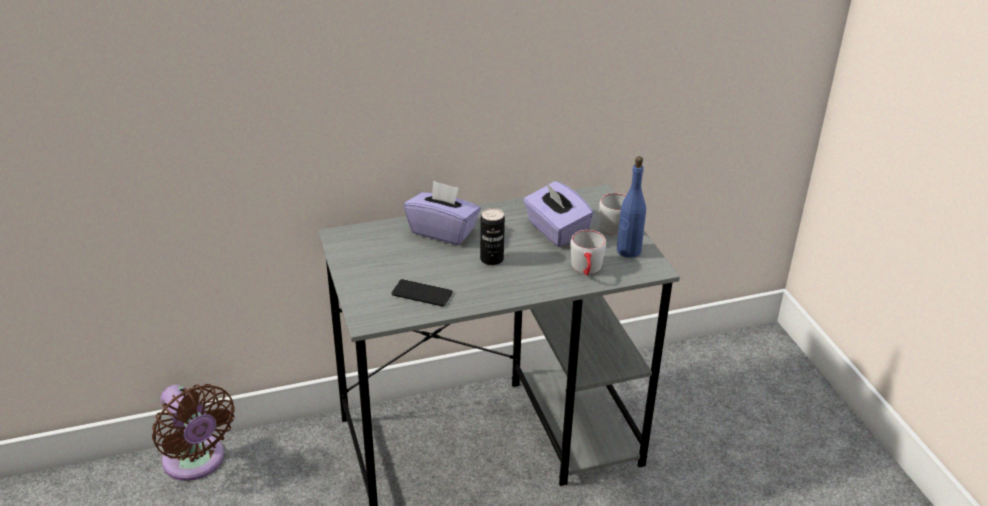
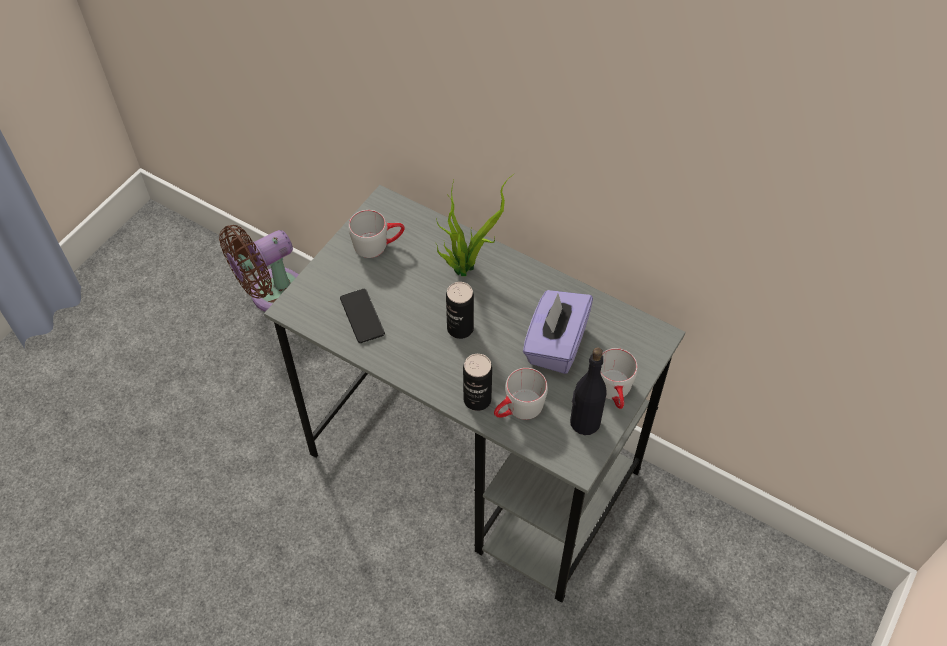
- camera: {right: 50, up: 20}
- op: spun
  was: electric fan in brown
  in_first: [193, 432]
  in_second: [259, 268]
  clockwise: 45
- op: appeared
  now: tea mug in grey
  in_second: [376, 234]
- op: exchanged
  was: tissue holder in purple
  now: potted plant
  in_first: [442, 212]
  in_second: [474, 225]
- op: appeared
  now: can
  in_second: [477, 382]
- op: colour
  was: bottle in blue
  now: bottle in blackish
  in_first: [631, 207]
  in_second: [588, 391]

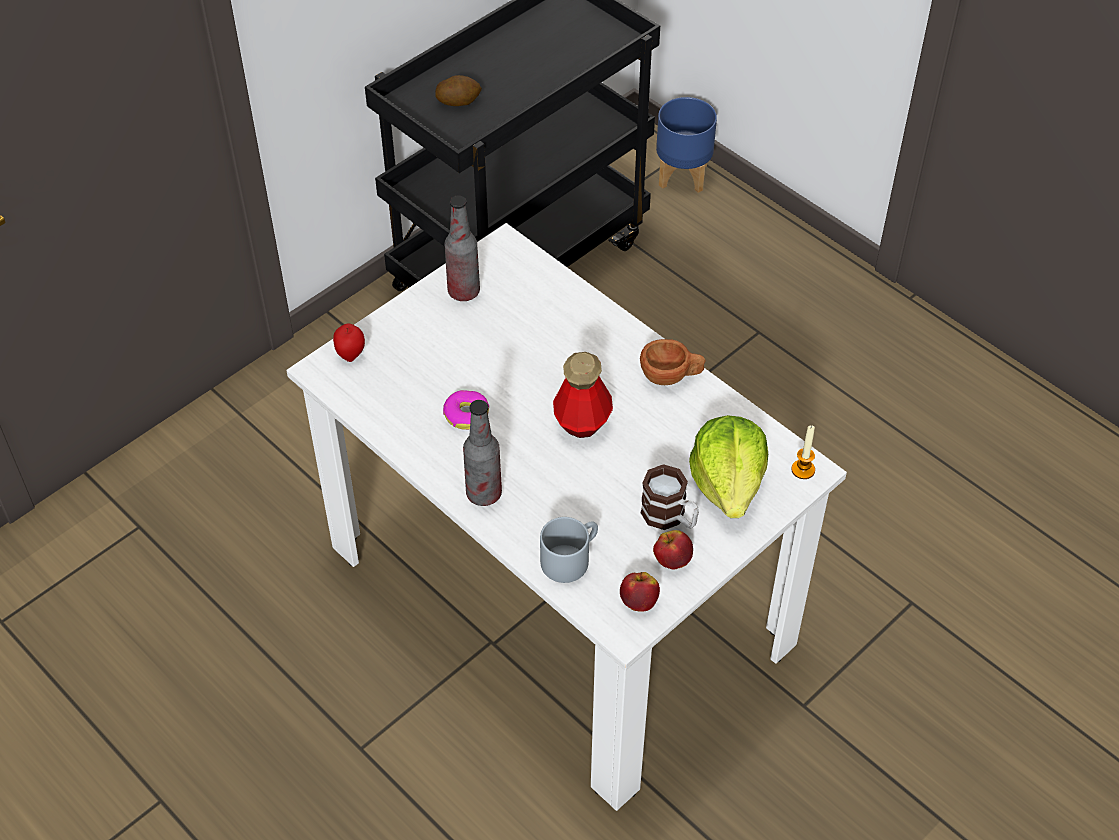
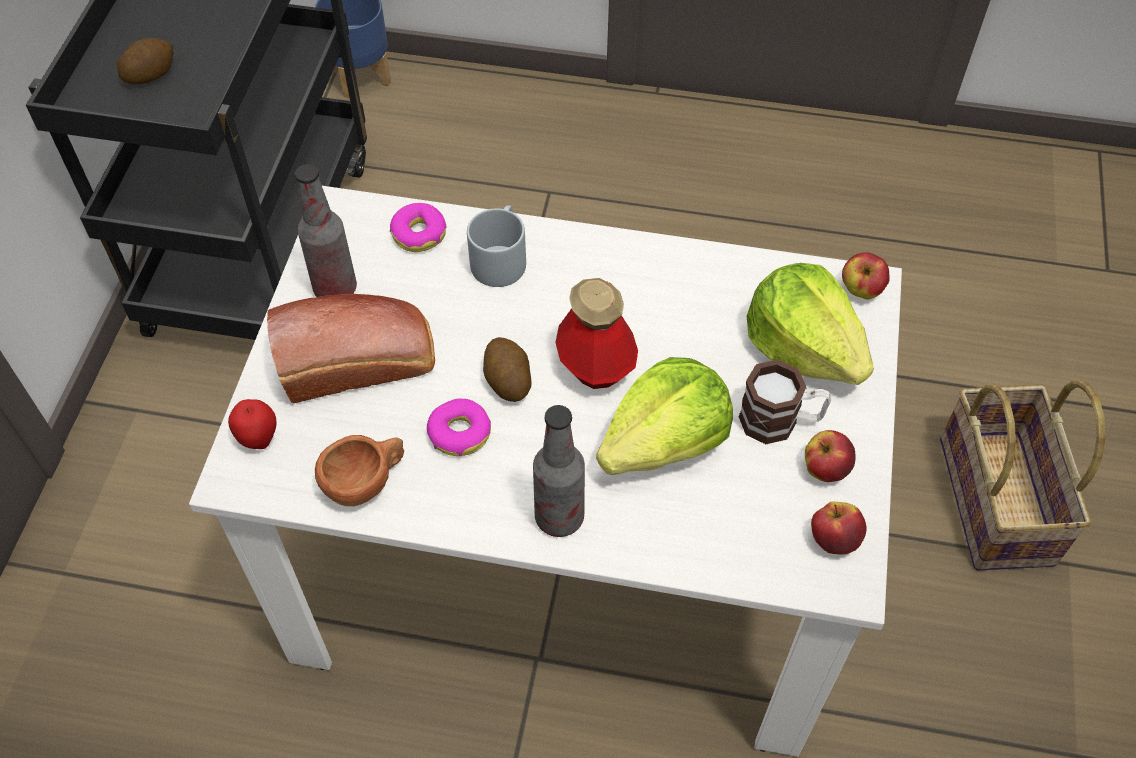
- camera: {right: -35, up: 5}
- op: appeared
  now: bakery bread
  in_second: [351, 348]
- op: relocated
  was: small cup in brown
  in_first: [673, 362]
  in_second: [359, 470]
- op: appeared
  now: ring doughnut
  in_second: [418, 227]
- op: relocated
  was: tea mug in grey
  in_first: [569, 550]
  in_second: [496, 246]
- op: appeared
  now: potato
  in_second: [507, 369]
- op: appeared
  now: lettuce
  in_second: [664, 416]
- op: exchanged
  was: wax light
  now: apple fruit
  in_first: [803, 452]
  in_second: [866, 275]
- op: appeared
  now: household basket
  in_second: [1022, 475]

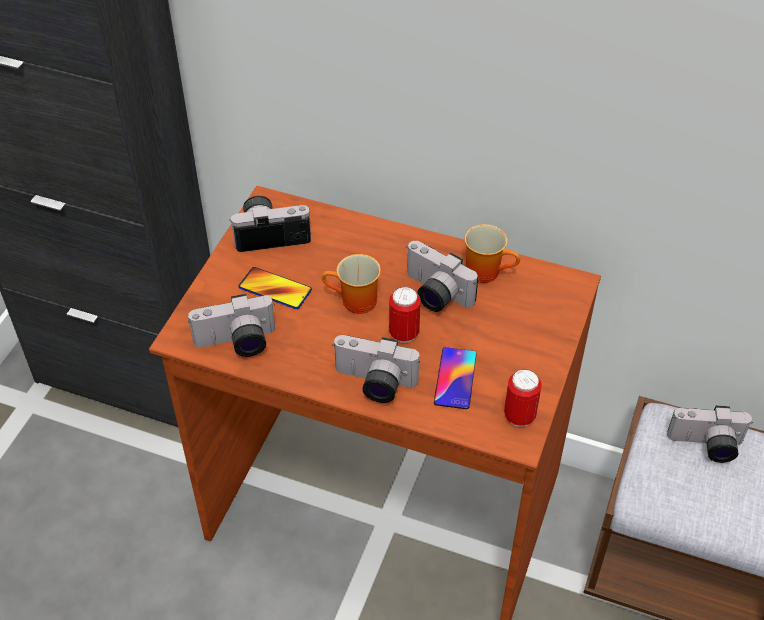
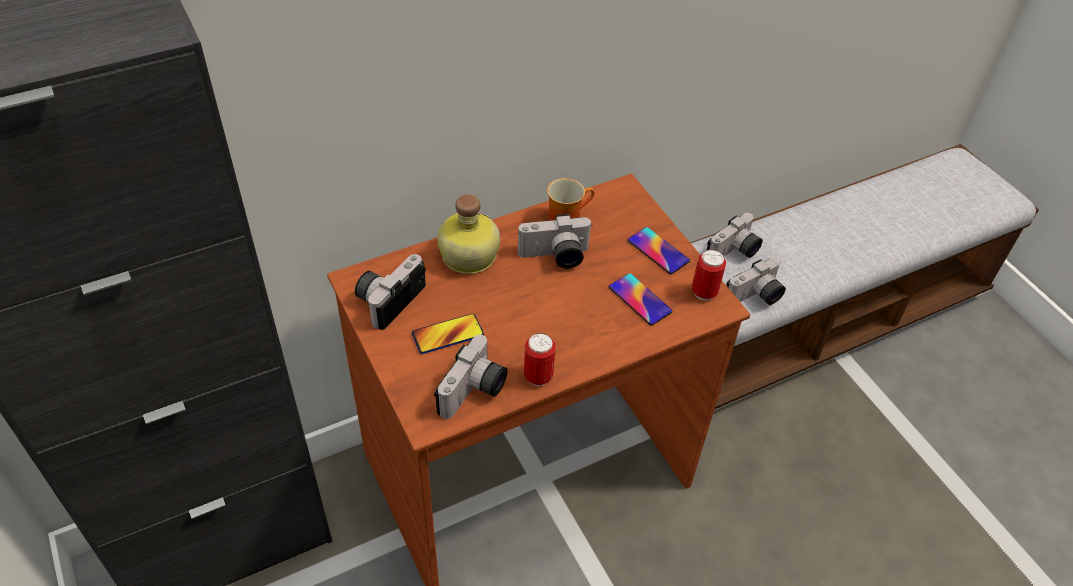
- camera: {right: -50, up: 0}
- op: appeared
  now: bottle
  in_second: [468, 234]
- op: relocated
  was: can
  in_first: [405, 315]
  in_second: [540, 359]
- op: appeared
  now: telephone
  in_second: [658, 250]
- op: relocated
  was: still camera
  in_first: [376, 369]
  in_second: [756, 281]
- op: missing
  was: tea mug
  in_first: [351, 284]

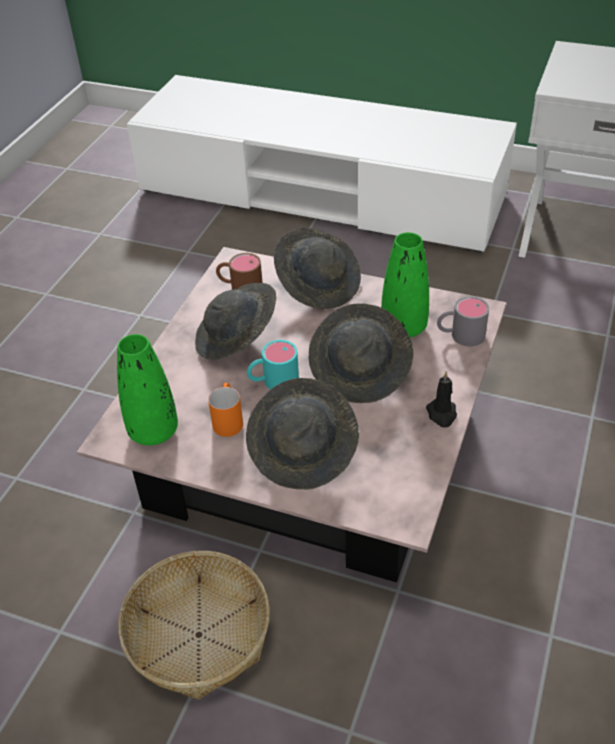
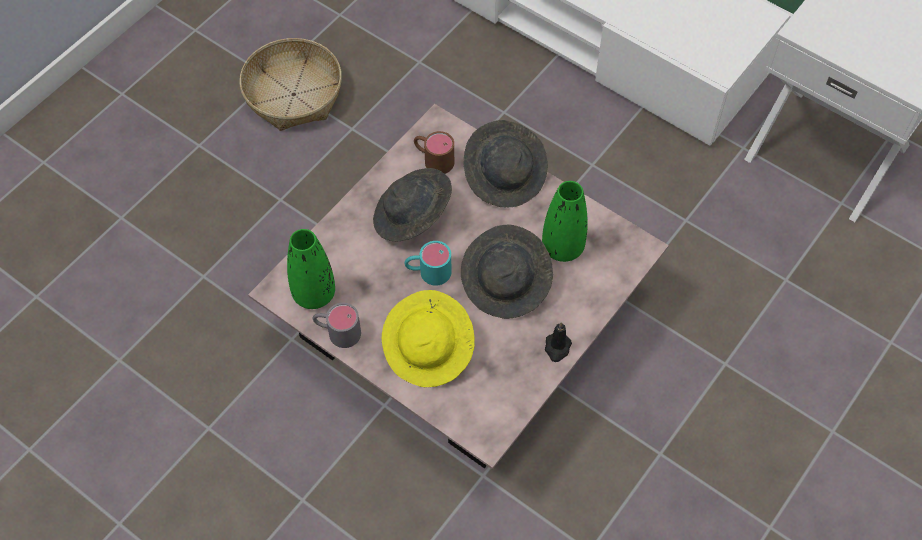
- camera: {right: 15, up: 15}
- op: relocated
  was: household basket
  in_first: [194, 625]
  in_second: [290, 84]
- op: relocated
  was: tea mug in grey
  in_first: [463, 321]
  in_second: [337, 325]
- op: colour
  was: hat in grey
  now: hat in yellowish
  in_first: [302, 433]
  in_second: [428, 338]
- op: missing
  was: tea mug in orange
  in_first: [225, 410]

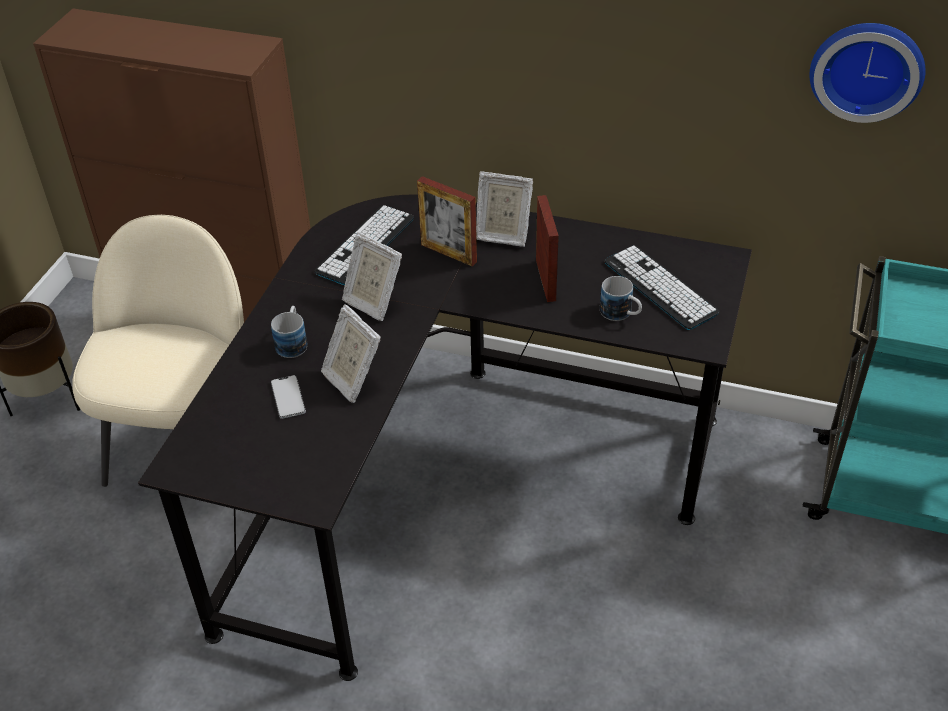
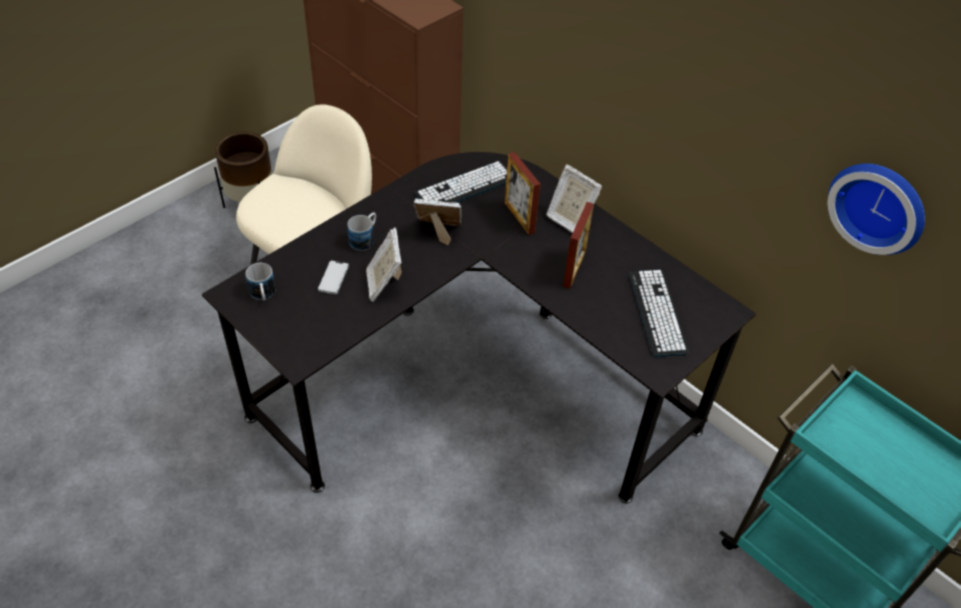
- camera: {right: 25, up: 5}
- op: relocated
  was: tea mug
  in_first: [621, 298]
  in_second: [261, 281]
- op: spun
  was: picture frame
  in_first: [372, 276]
  in_second: [437, 222]
  clockwise: 120

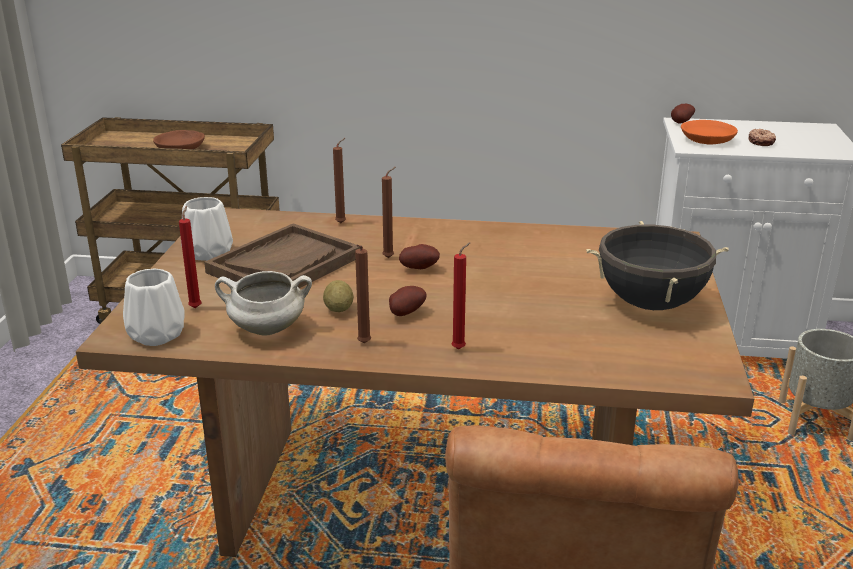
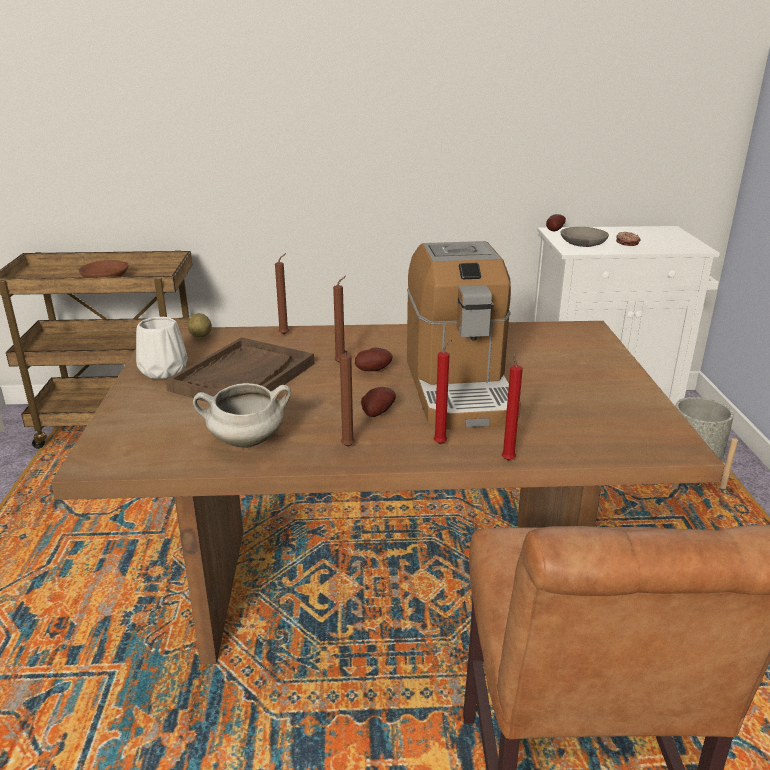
- camera: {right: -10, up: 0}
- op: relocated
  was: potato
  in_first: [338, 296]
  in_second: [199, 325]
- op: appeared
  now: coffee brewer
  in_second: [464, 335]
- op: relocated
  was: wax light in reddish
  in_first: [190, 257]
  in_second: [512, 406]
- op: colour
  was: serving bowl in orange
  now: serving bowl in grey
  in_first: [709, 132]
  in_second: [584, 237]
- op: missing
  was: decorative vase in whitish
  in_first: [154, 307]
- op: missing
  was: cooking pot in blackish
  in_first: [657, 265]

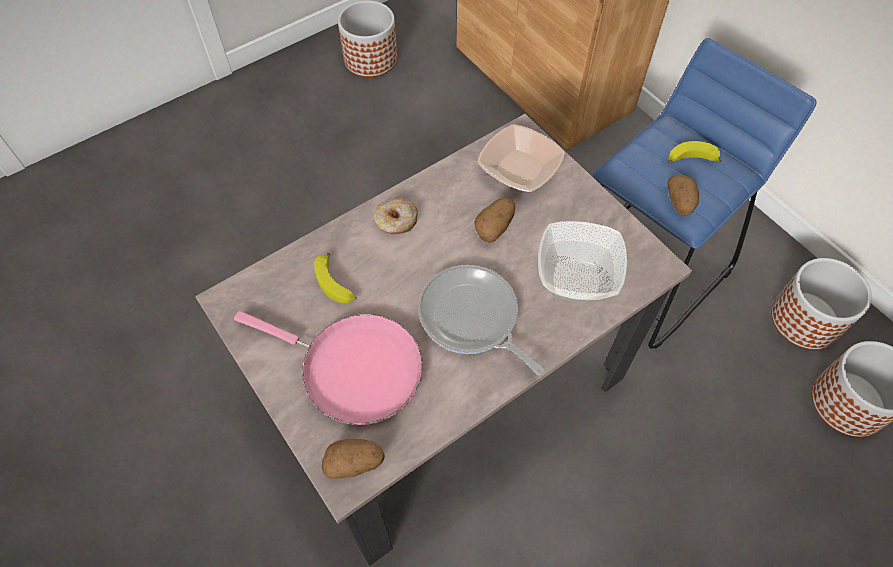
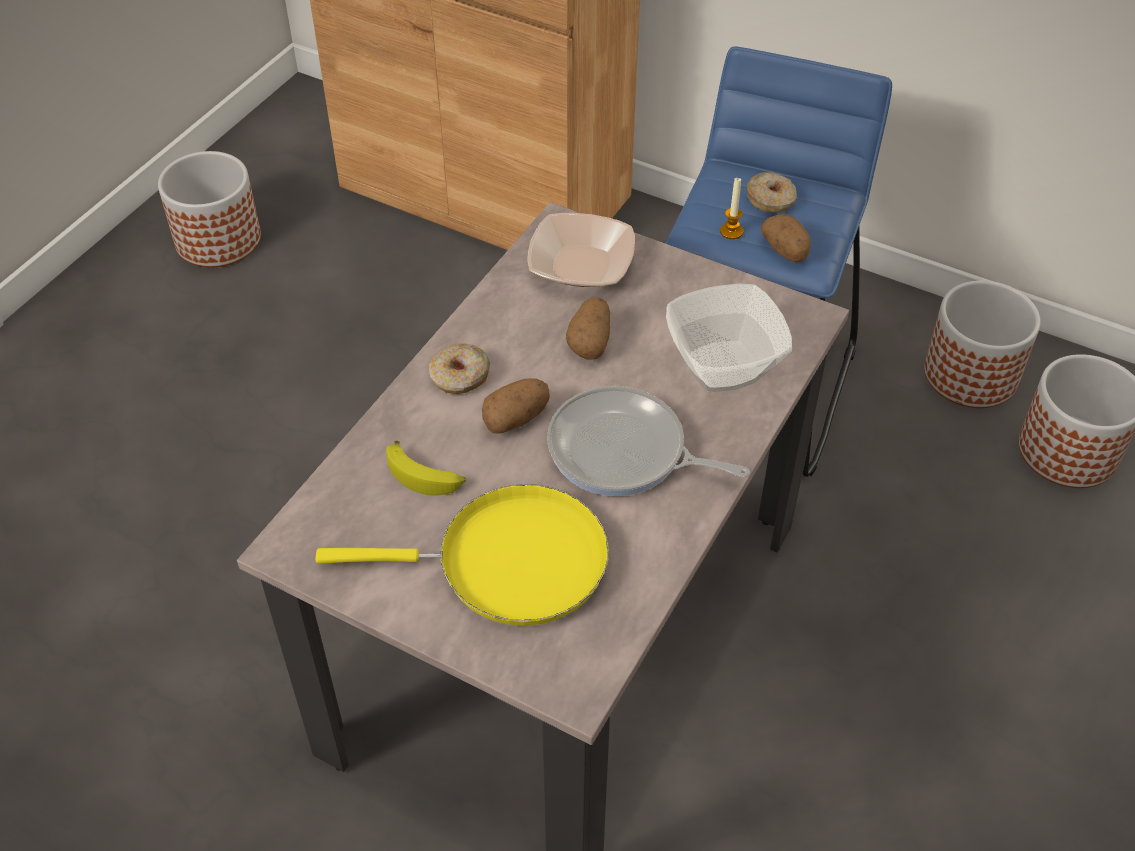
- camera: {right: -25, up: -10}
- op: colour
  was: skillet in pinkish
  now: skillet in yellowish
  in_first: [328, 368]
  in_second: [462, 555]
- op: relocated
  was: potato
  in_first: [353, 459]
  in_second: [516, 406]
- op: appeared
  now: wax light
  in_second: [731, 208]
- op: exchanged
  was: banana
  now: ring doughnut
  in_first: [695, 152]
  in_second: [772, 192]

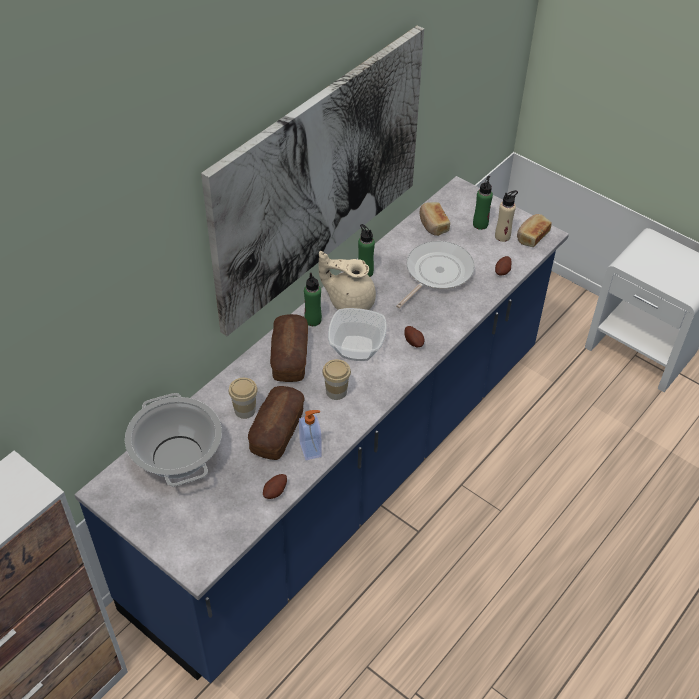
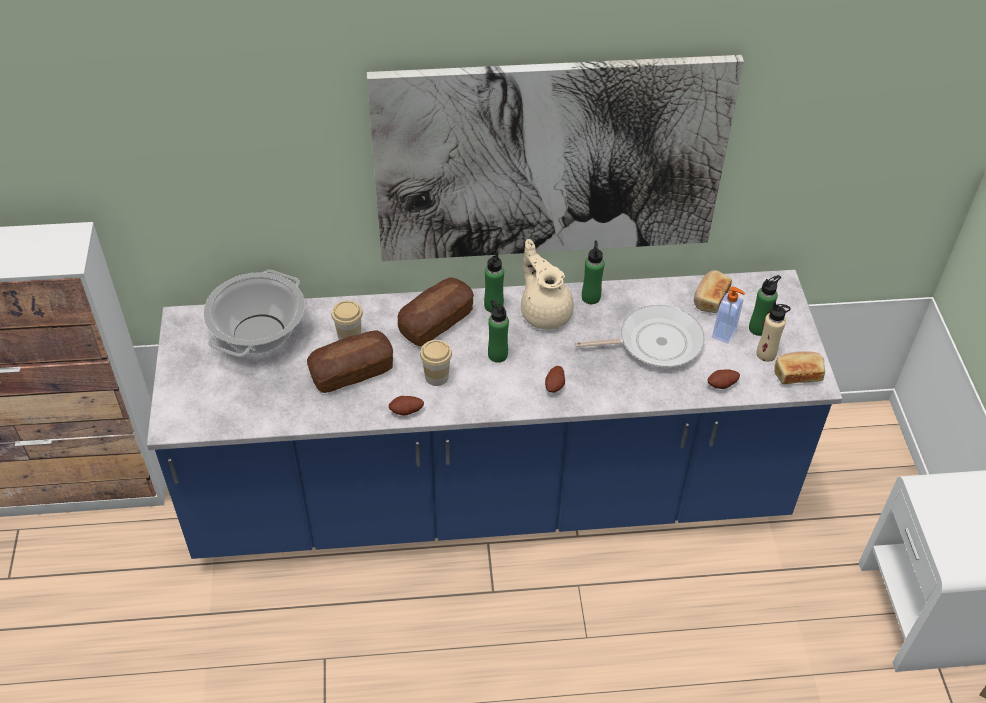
- camera: {right: 45, up: 0}
- op: relocated
  was: potato
  in_first: [275, 486]
  in_second: [406, 405]
- op: exchanged
  was: serving bowl
  now: bottle in green
  in_first: [357, 334]
  in_second: [498, 331]
- op: relocated
  was: soap bottle
  in_first: [310, 435]
  in_second: [728, 315]

